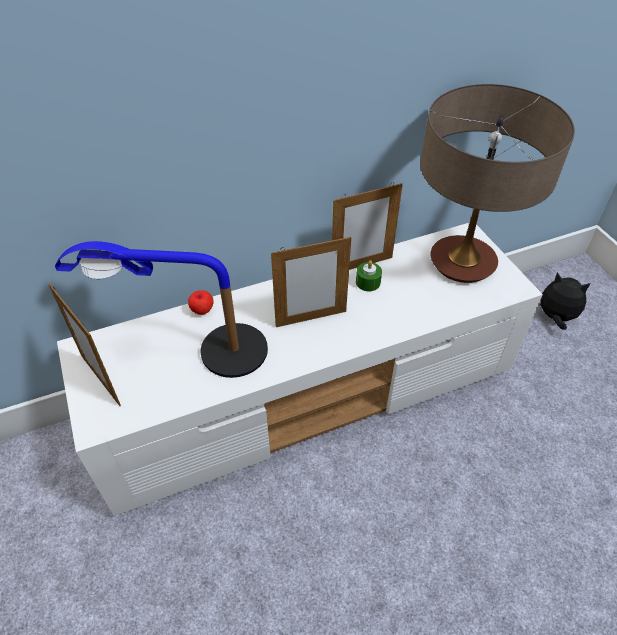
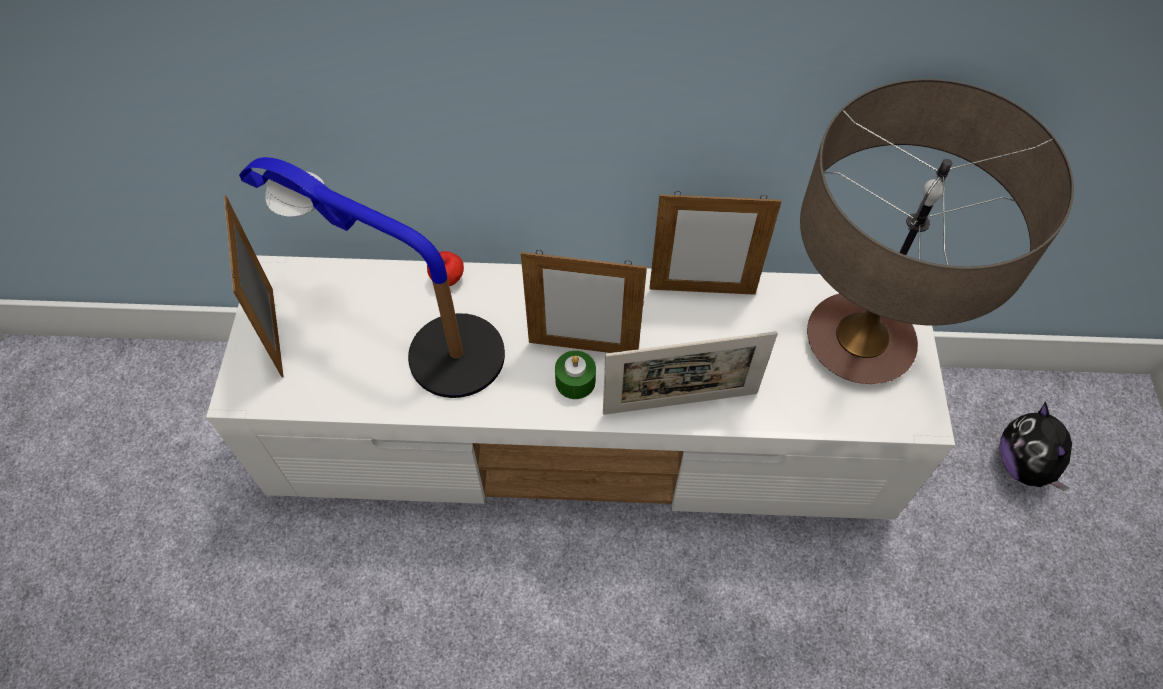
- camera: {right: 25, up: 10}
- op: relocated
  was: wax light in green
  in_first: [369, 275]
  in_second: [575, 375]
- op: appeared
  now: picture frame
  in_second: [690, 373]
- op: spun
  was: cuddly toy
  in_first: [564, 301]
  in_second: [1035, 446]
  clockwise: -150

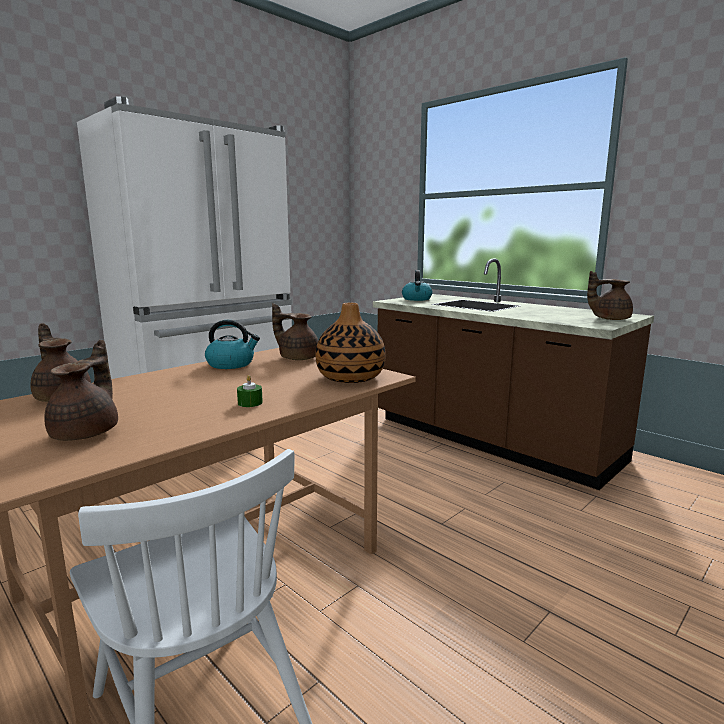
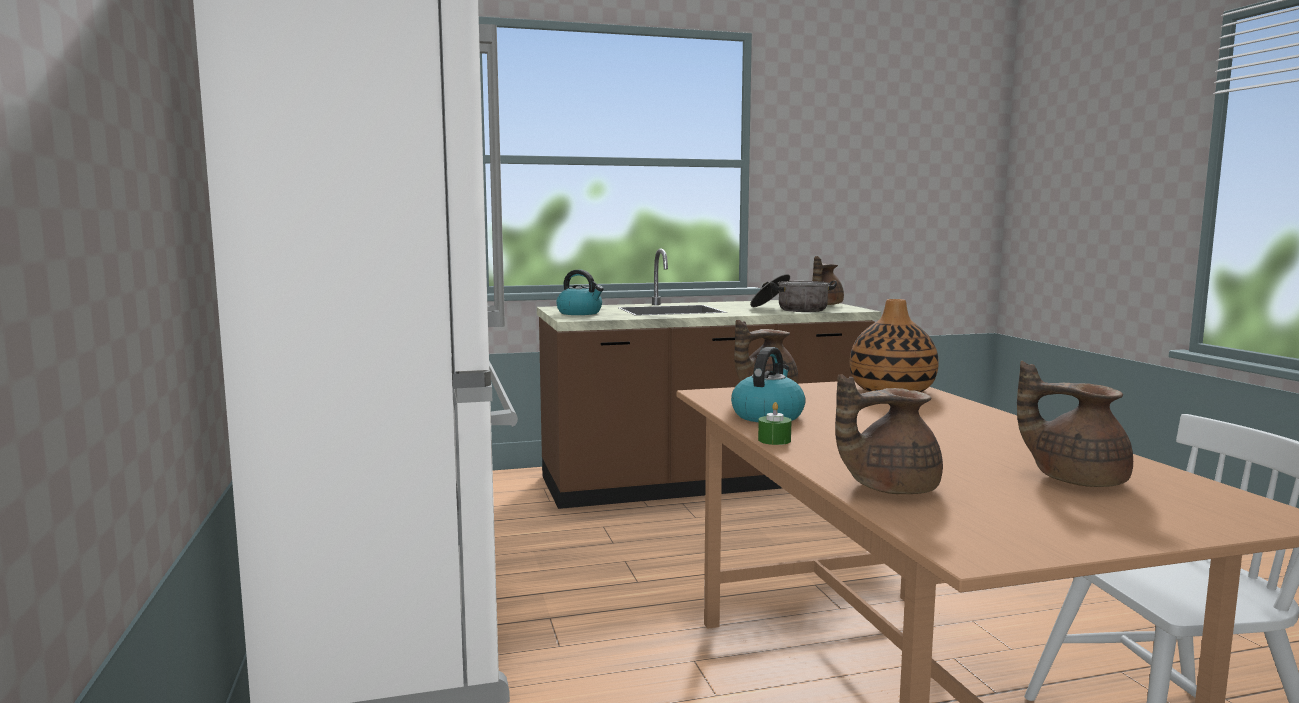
- camera: {right: -60, up: -5}
- op: appeared
  now: cooking pot
  in_second: [793, 293]
- op: relocated
  was: wax light in green
  in_first: [250, 391]
  in_second: [775, 423]

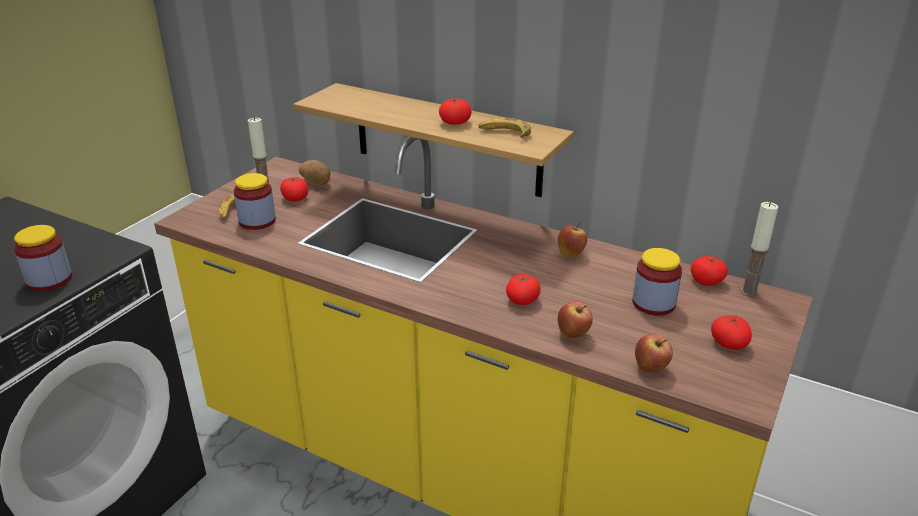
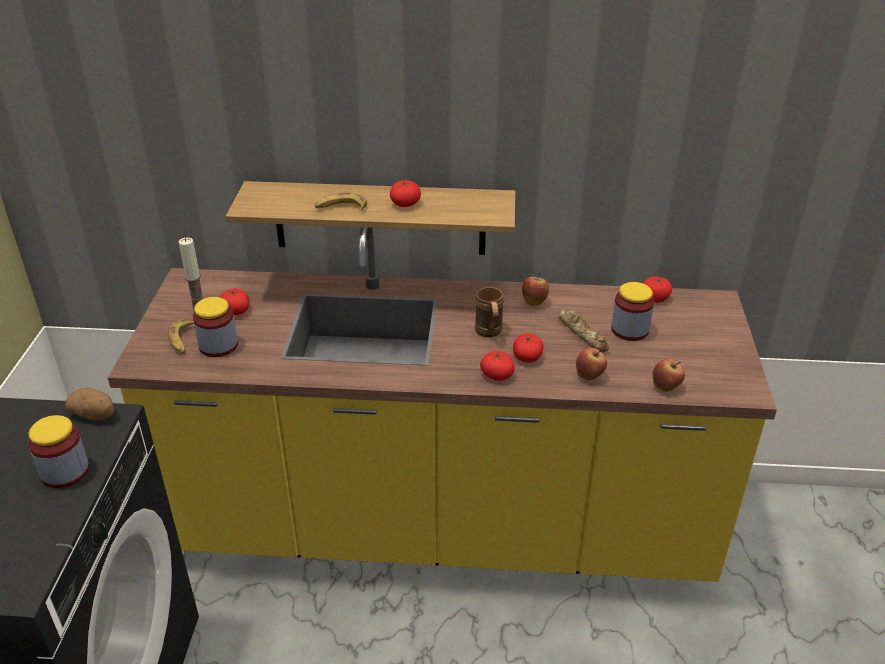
- camera: {right: -25, up: 5}
- op: relocated
  was: potato
  in_first: [314, 172]
  in_second: [89, 404]
- op: relocated
  was: banana
  in_first: [504, 128]
  in_second: [341, 201]
- op: appeared
  now: tea mug in brown
  in_second: [489, 312]
- op: relocated
  was: fresh tomato
  in_first: [731, 332]
  in_second: [497, 366]
- op: appeared
  now: bakery bread
  in_second: [583, 330]
- op: missing
  was: wax light
  in_first: [759, 249]

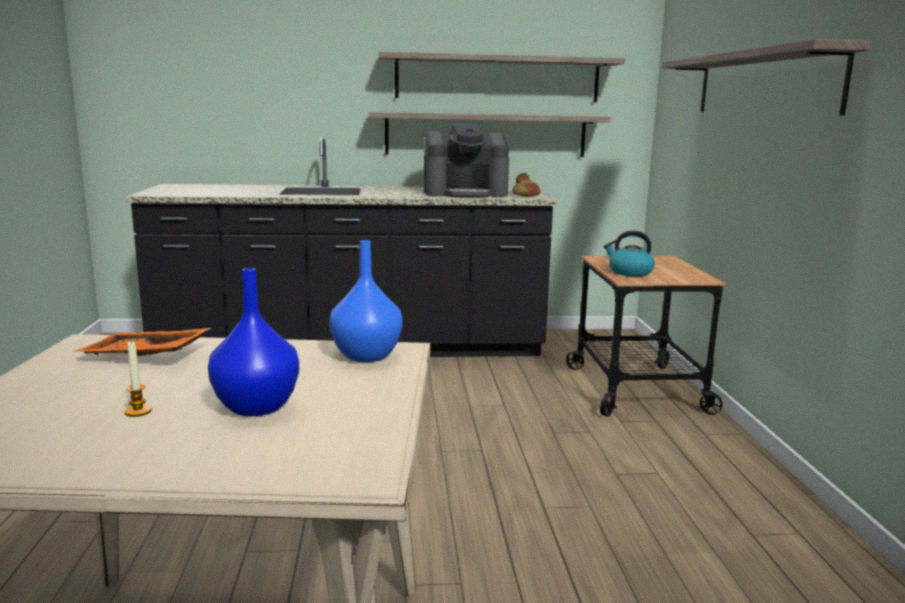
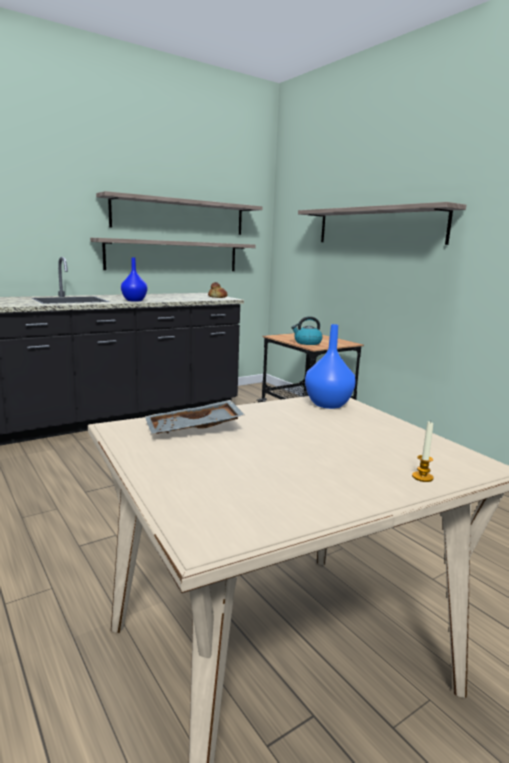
- camera: {right: -30, up: 0}
- op: relocated
  was: decorative vase in blue
  in_first: [253, 342]
  in_second: [134, 279]
- op: colour
  was: carrying tray in orange
  now: carrying tray in grey
  in_first: [141, 342]
  in_second: [195, 417]
- op: relocated
  was: wax light
  in_first: [138, 379]
  in_second: [423, 451]
- op: missing
  was: coffee brewer
  in_first: [466, 160]

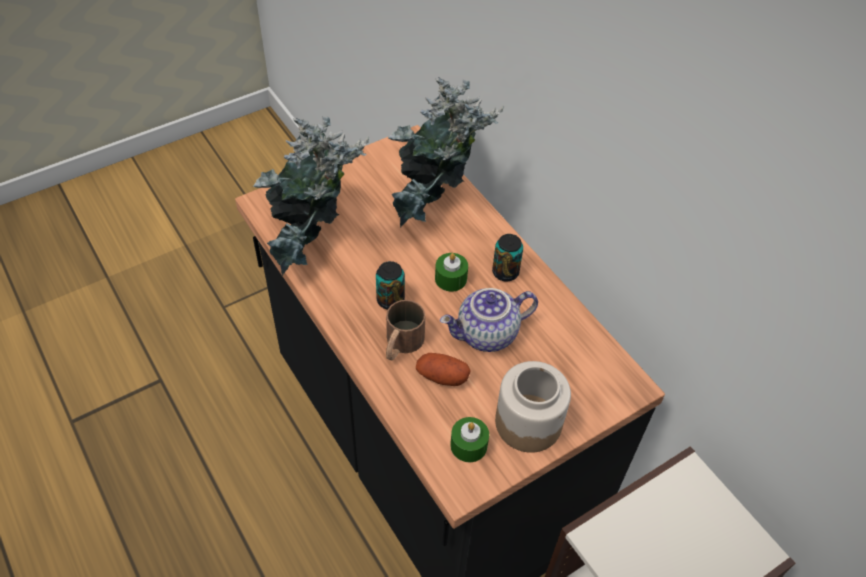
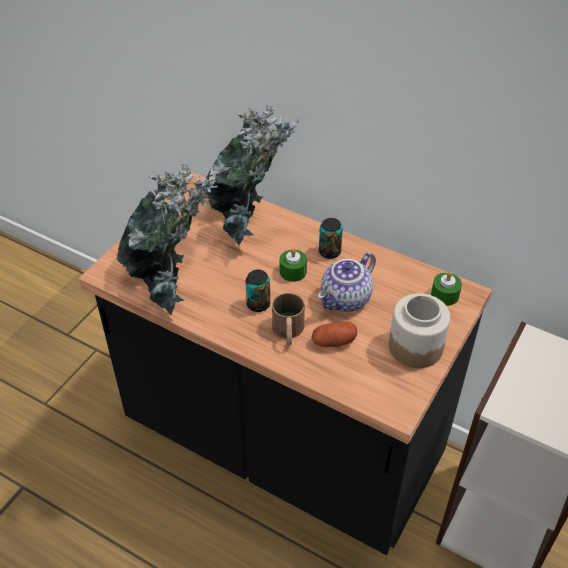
- camera: {right: -25, up: -5}
- op: relocated
  was: wax light in green
  in_first: [469, 439]
  in_second: [446, 289]

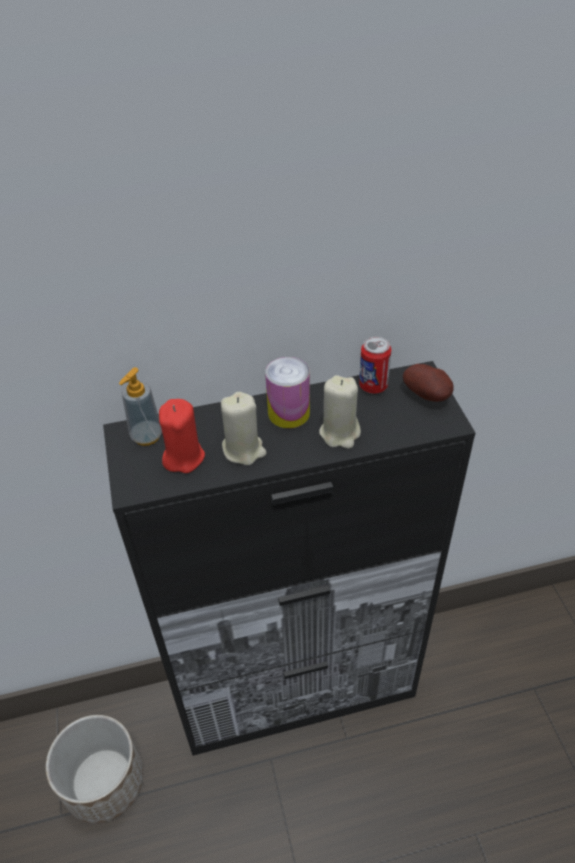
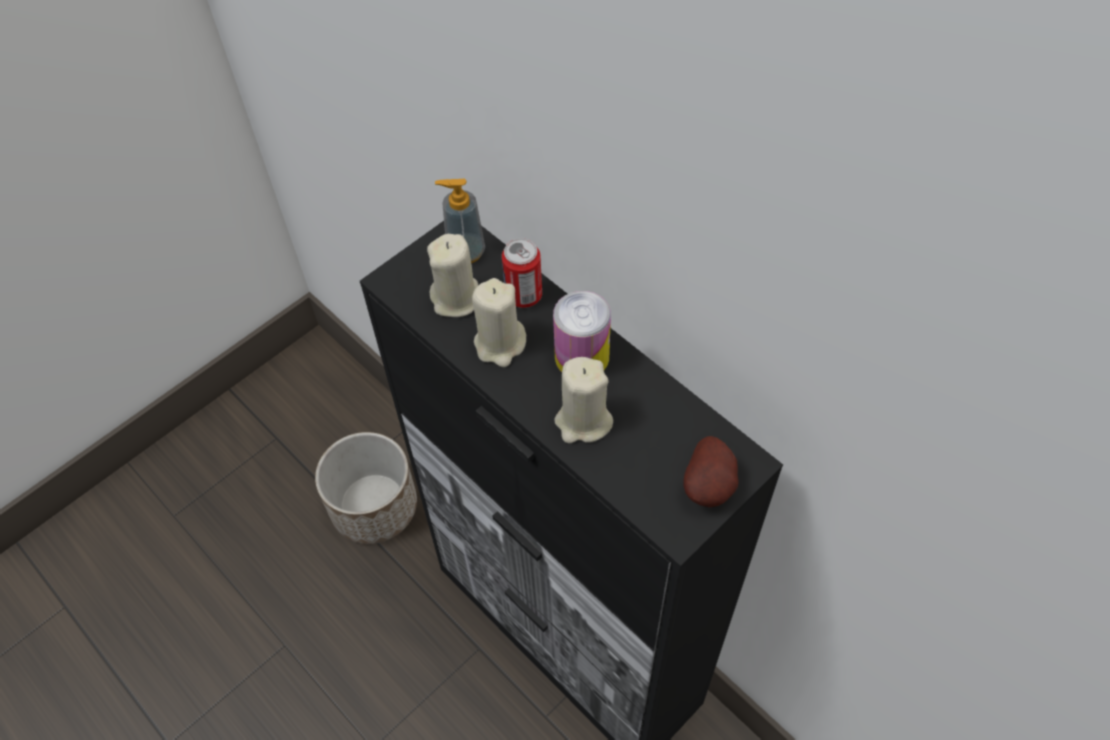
- camera: {right: 60, up: 10}
- op: colour
  was: wax light in reddish
  now: wax light in beige-coloured
  in_first: [182, 436]
  in_second: [452, 275]
- op: relocated
  was: can
  in_first: [375, 364]
  in_second: [522, 273]

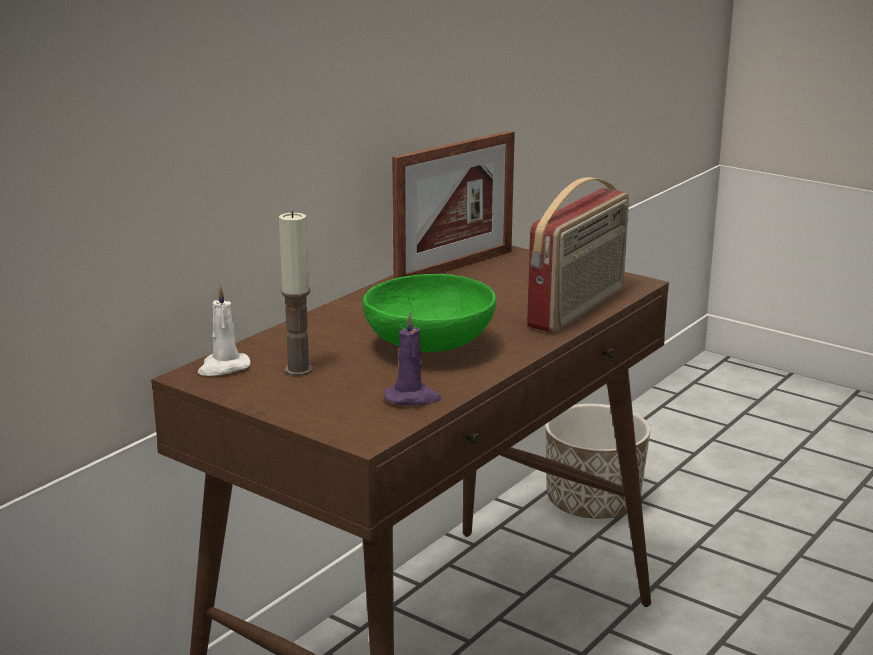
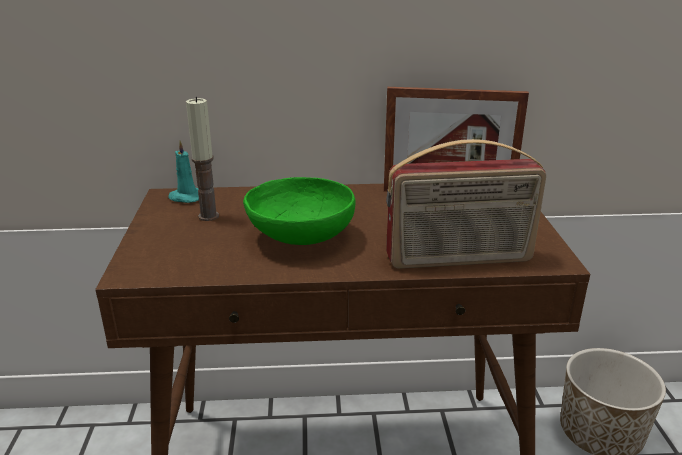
- camera: {right: 50, up: 5}
- op: colour
  was: wax light in whitish
  now: wax light in turquoise
  in_first: [224, 330]
  in_second: [183, 171]
- op: missing
  was: wax light in purple
  in_first: [412, 358]

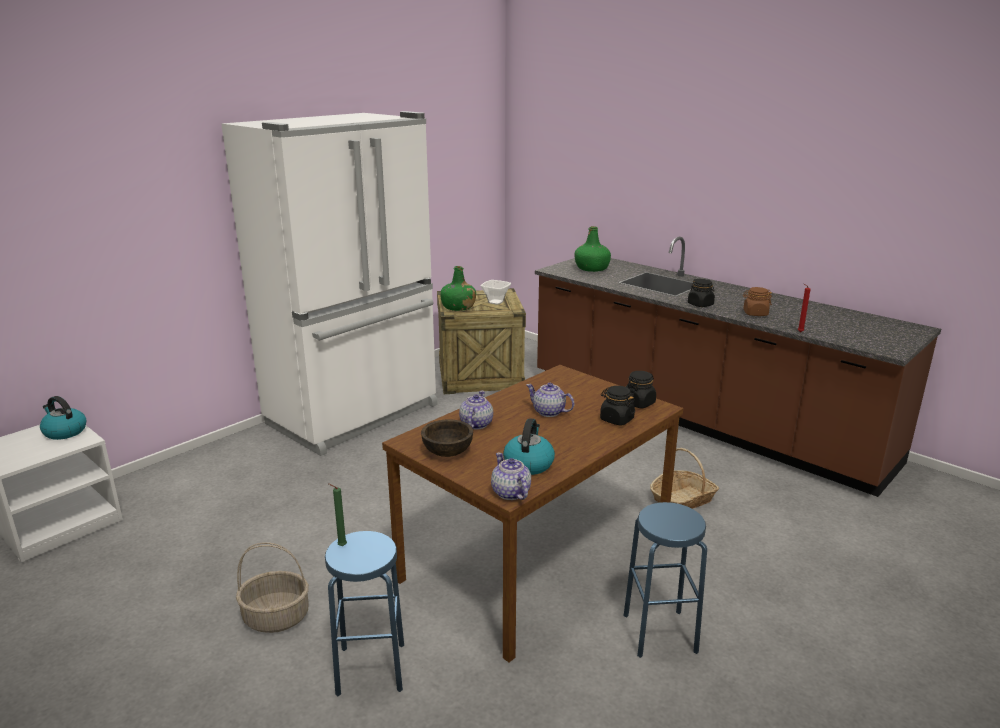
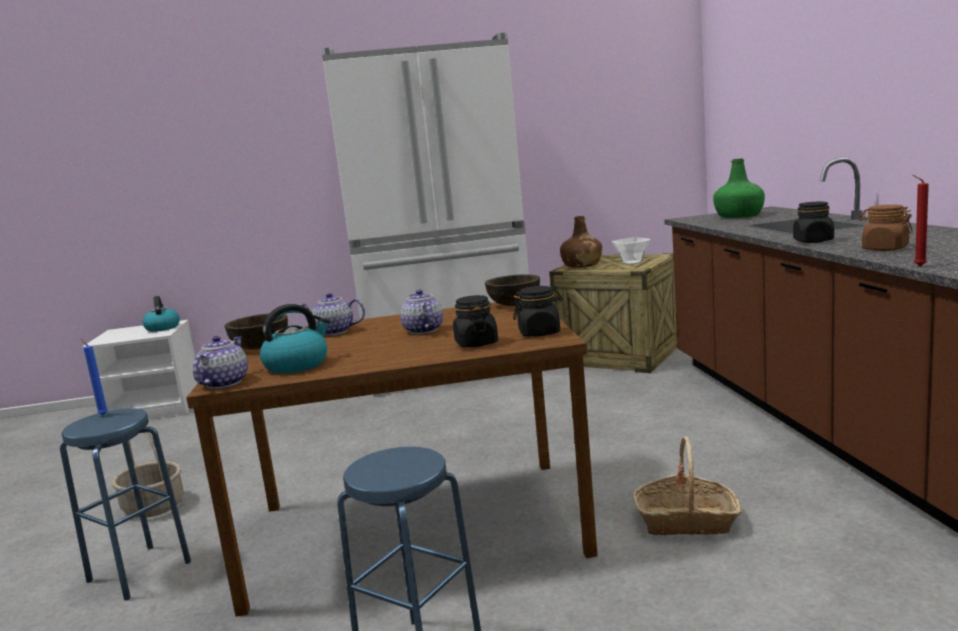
- camera: {right: 40, up: -10}
- op: colour
  was: wax light in green
  now: wax light in blue
  in_first: [337, 514]
  in_second: [94, 377]
- op: spun
  was: tea pot
  in_first: [476, 410]
  in_second: [332, 314]
  clockwise: -135
- op: appeared
  now: serving bowl in brown
  in_second: [512, 290]
- op: colour
  was: bottle in green
  now: bottle in brown
  in_first: [458, 288]
  in_second: [581, 242]

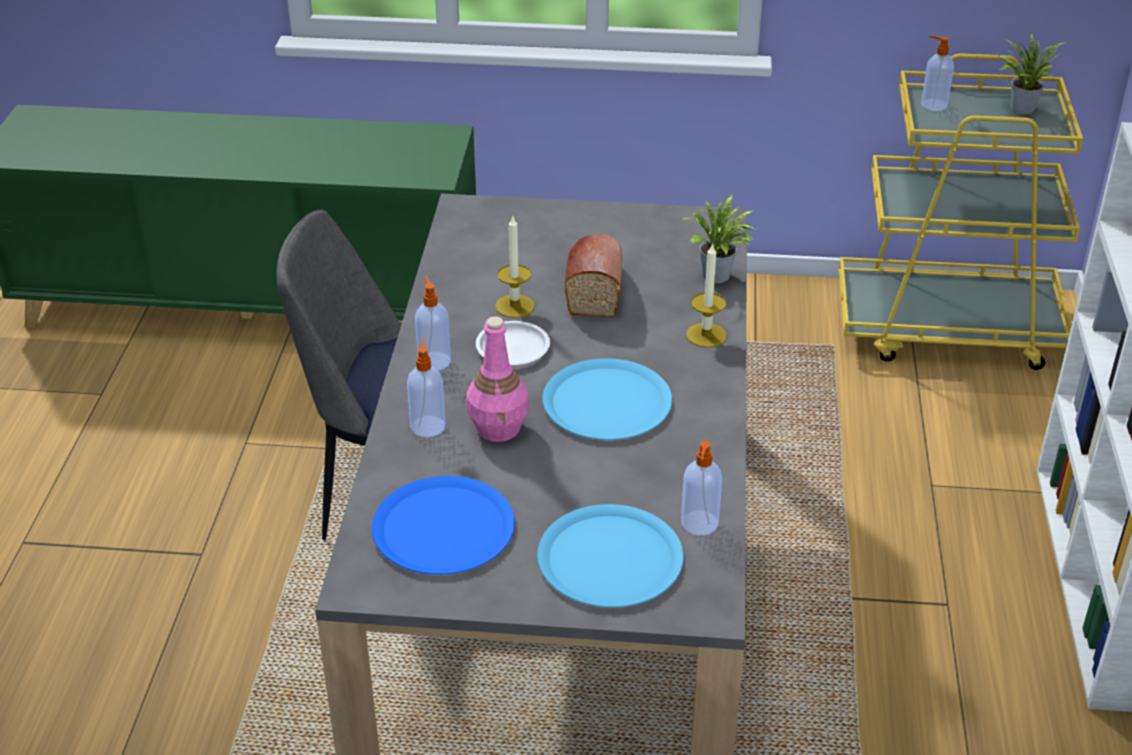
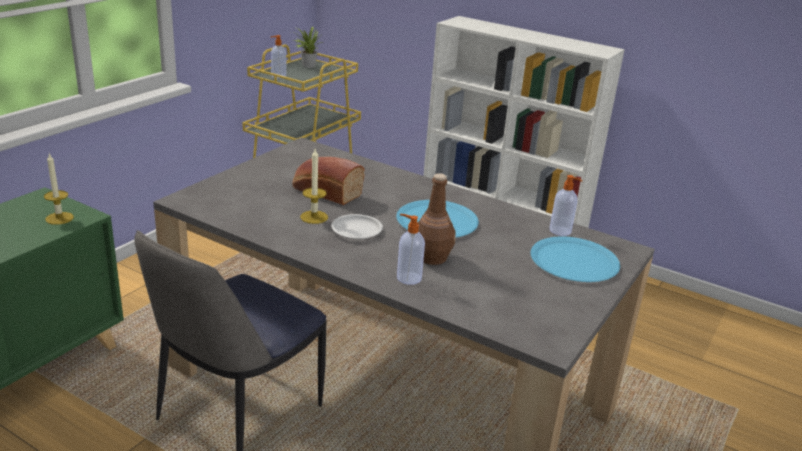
- camera: {right: -65, up: -10}
- op: relocated
  was: wax light
  in_first: [706, 295]
  in_second: [59, 189]
- op: colour
  was: bottle in pinkish
  now: bottle in brown
  in_first: [498, 379]
  in_second: [437, 219]
- op: missing
  was: dinner plate in blue
  in_first: [443, 525]
- op: missing
  was: soap bottle
  in_first: [433, 323]
- op: missing
  was: potted plant
  in_first: [720, 239]

